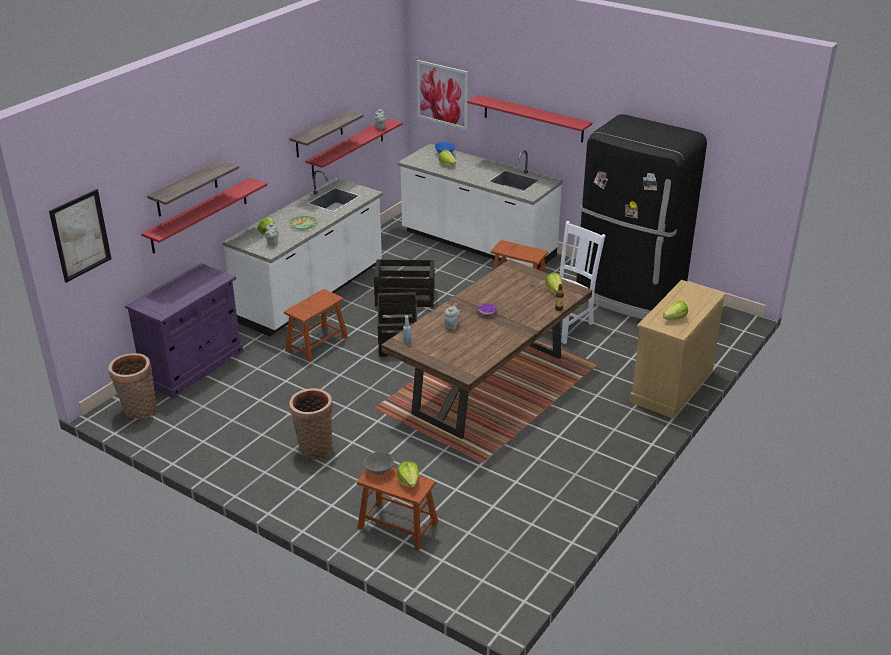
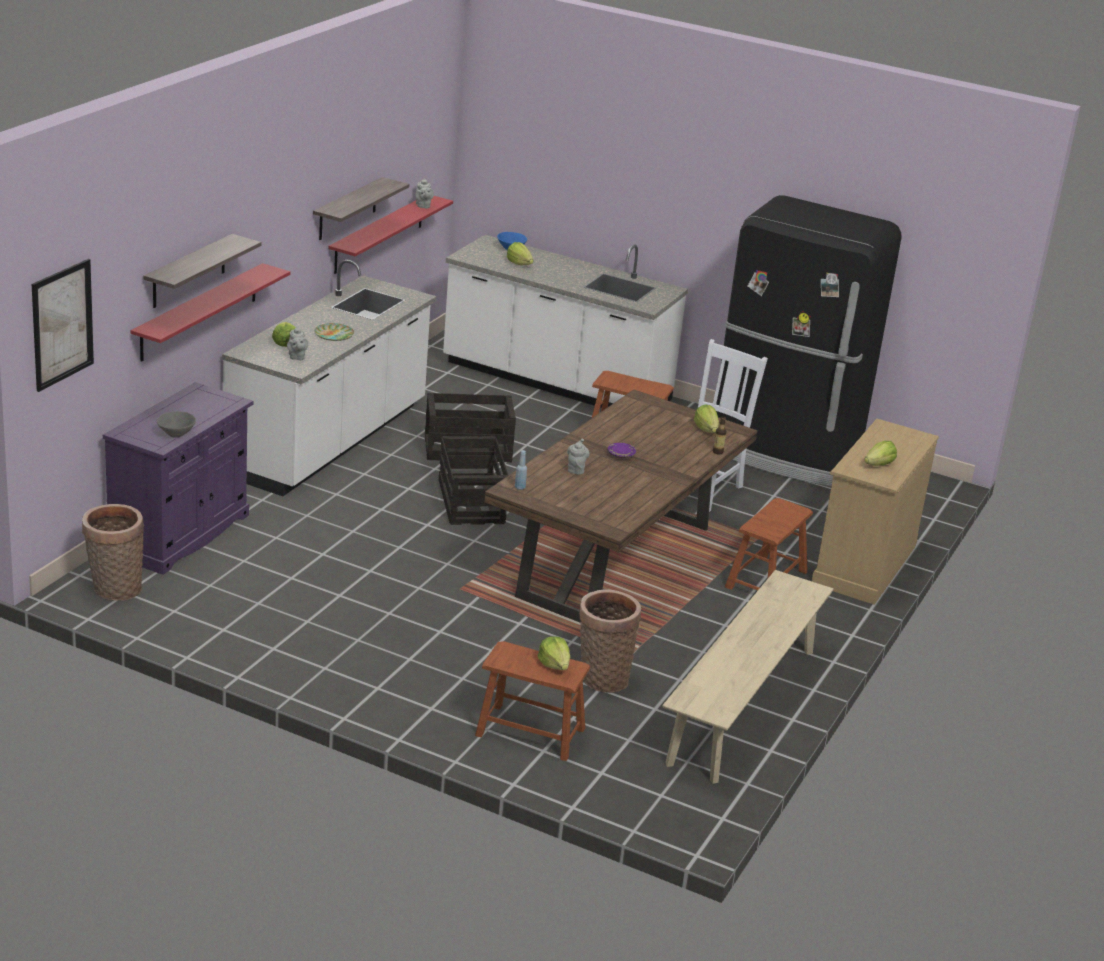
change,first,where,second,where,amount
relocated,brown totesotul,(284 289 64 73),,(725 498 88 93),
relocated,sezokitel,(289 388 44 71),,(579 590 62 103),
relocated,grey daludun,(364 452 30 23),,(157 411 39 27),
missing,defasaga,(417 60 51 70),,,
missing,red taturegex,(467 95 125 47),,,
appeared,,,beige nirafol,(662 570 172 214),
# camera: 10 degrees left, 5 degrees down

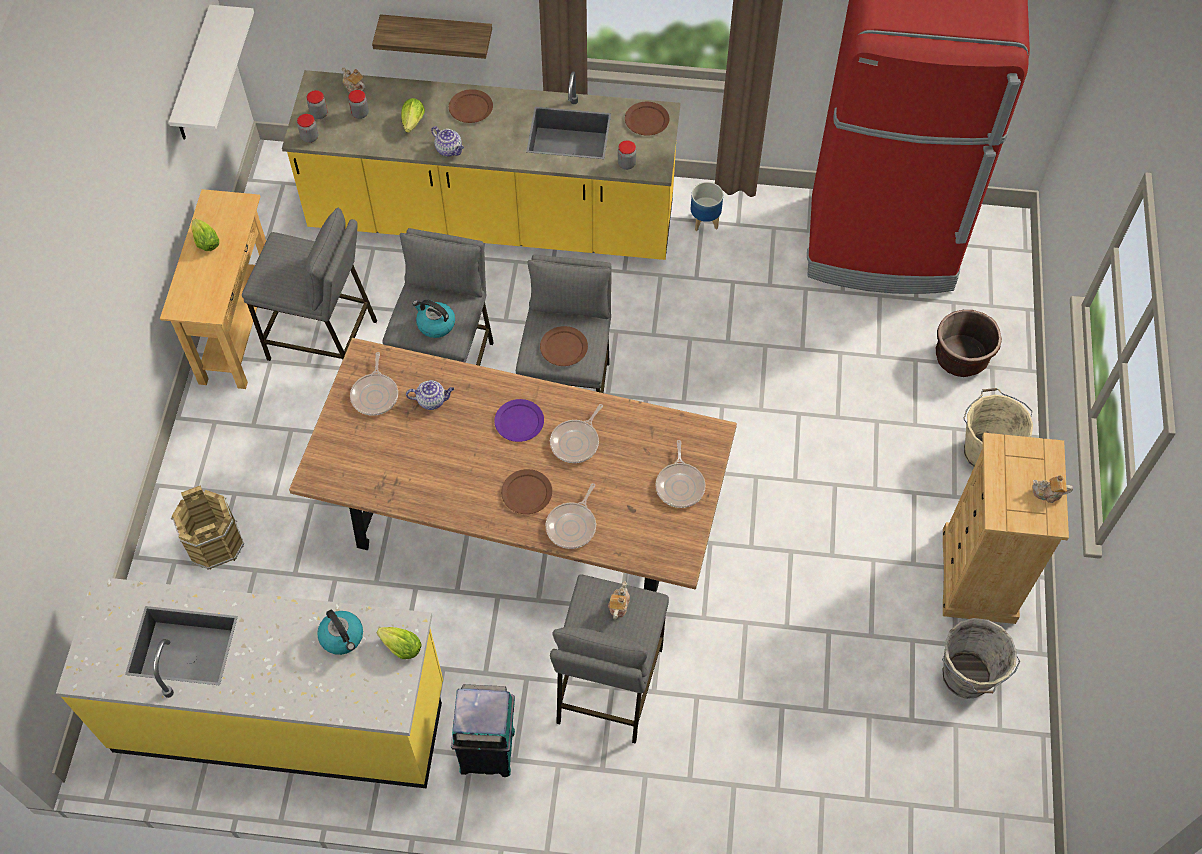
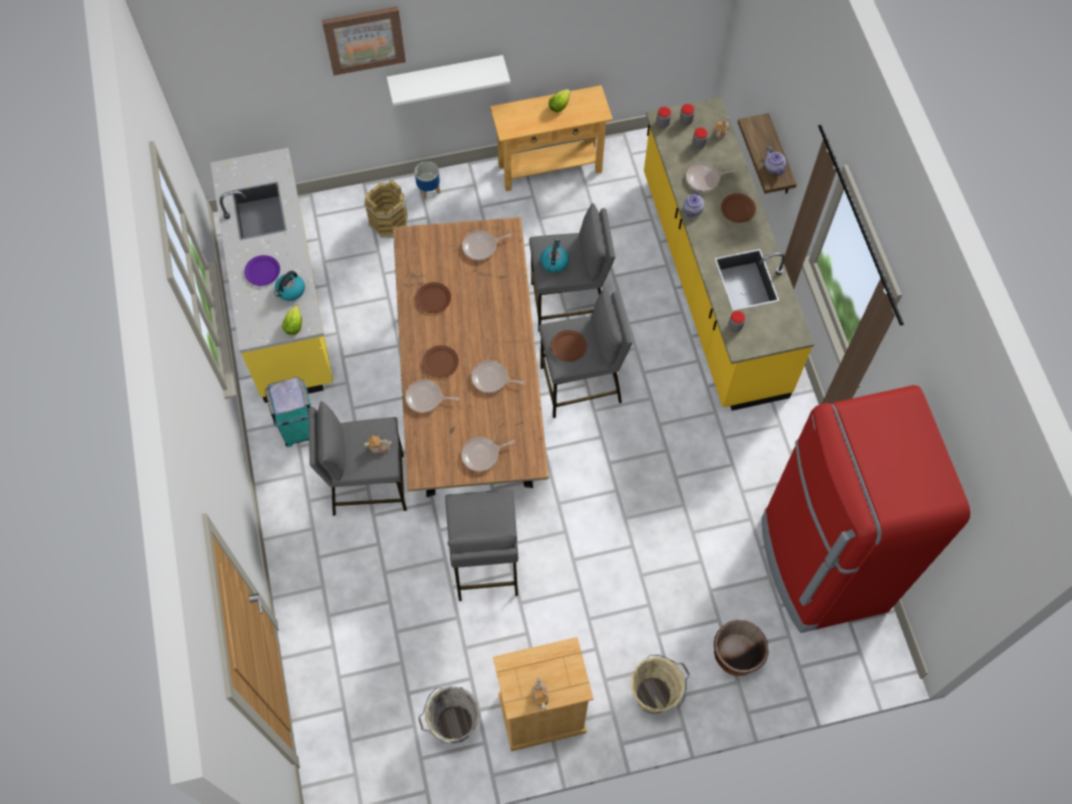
change,first,where,second,where,amount
relocated,white taturegex,(169 5 85 135),,(387 55 124 51),
relocated,grey totesotul,(242 208 135 153),,(445 489 73 112),
exchanged,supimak,(401 98 24 35),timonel,(686 163 50 29),
relocated,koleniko,(406 380 48 30),,(764 147 22 28),
relocated,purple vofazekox,(494 399 50 43),,(244 255 36 31),
relocated,brown vofazekox,(625 102 44 34),,(416 282 35 31),
relocated,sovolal,(691 182 32 49),,(415 161 25 39),
appeared,,,defasaga,(322 6 84 69),
# camera: 70 degrees right, 5 degrees up

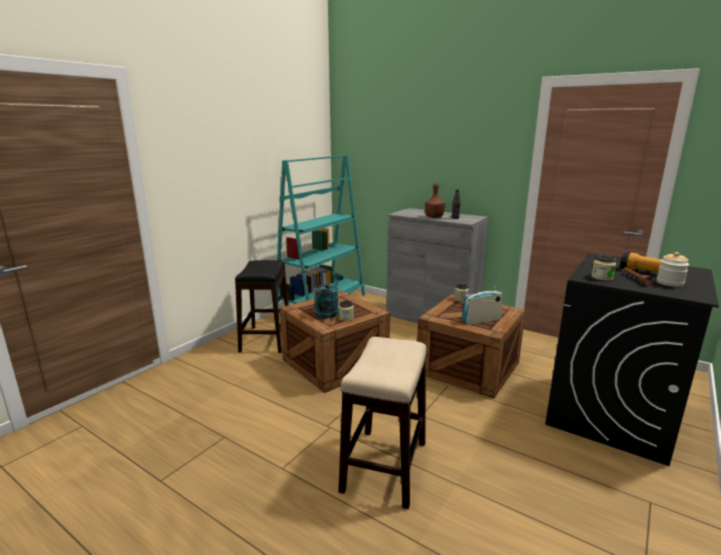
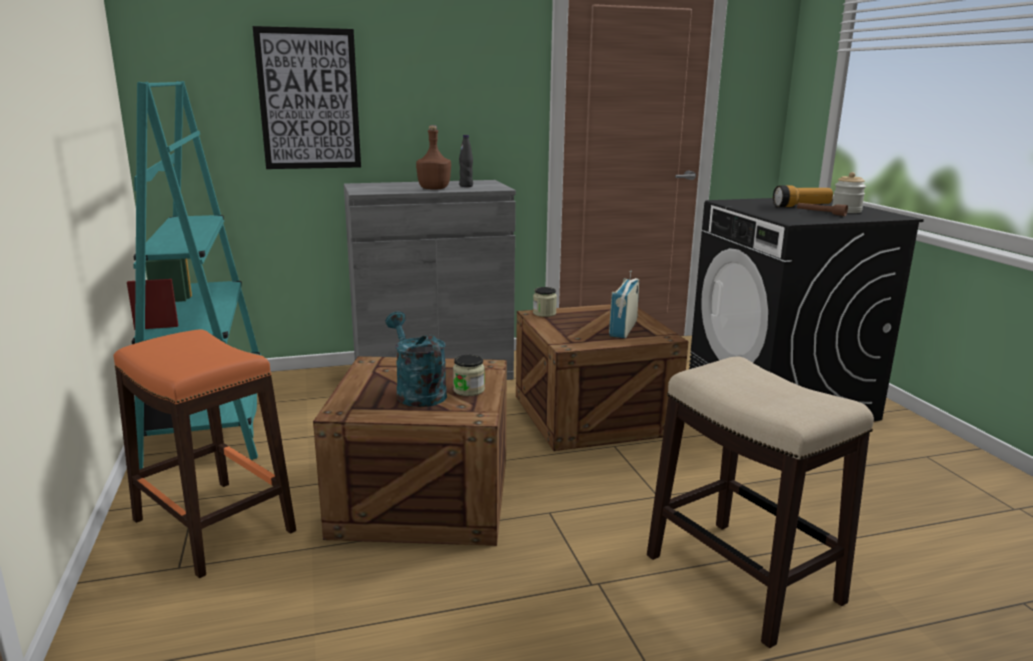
change,first,where,second,where,amount
colour,black totesotul,(235 260 54 93),orange totesotul,(114 329 182 249),
missing,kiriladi,(591 255 25 26),,,
appeared,,,defasaga,(253 26 108 143),
# camera: 50 degrees left, 0 degrees up

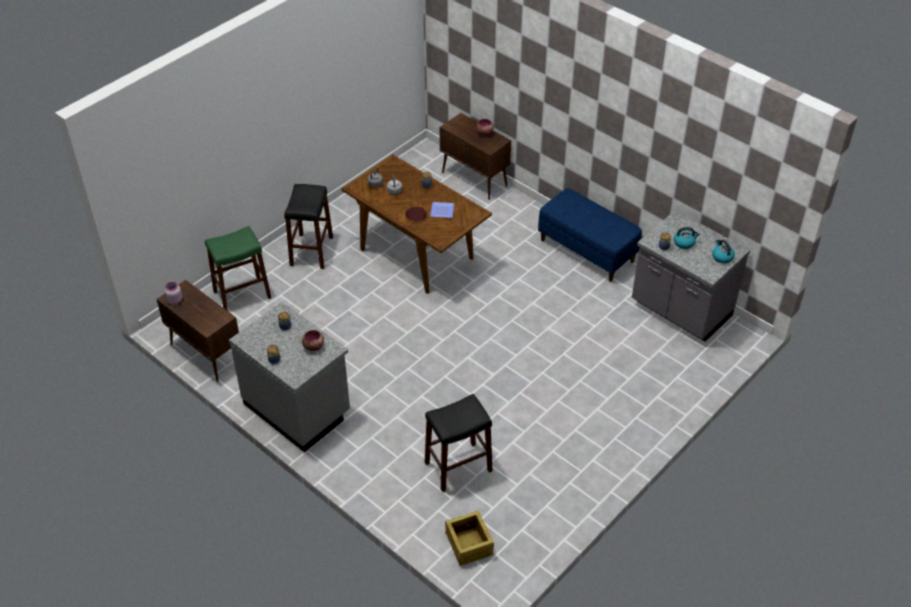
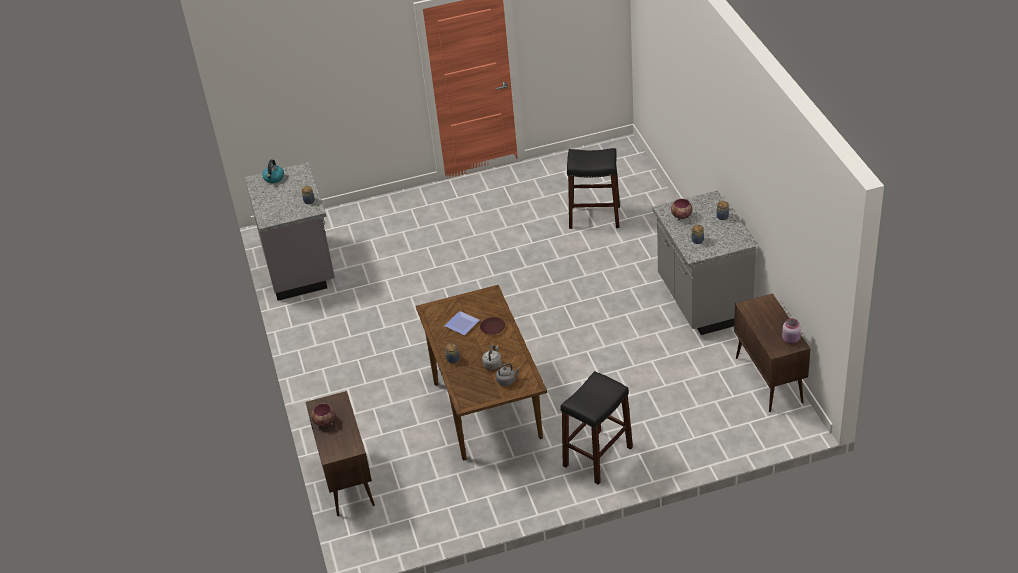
change,first,where,second,where,amount
missing,green totesotul,(205 226 66 85),,,
missing,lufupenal,(445 511 49 55),,,
missing,blue nirafol,(538 188 104 94),,,
missing,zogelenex,(674 227 26 22),,,
# camera: 145 degrees left, 5 degrees down

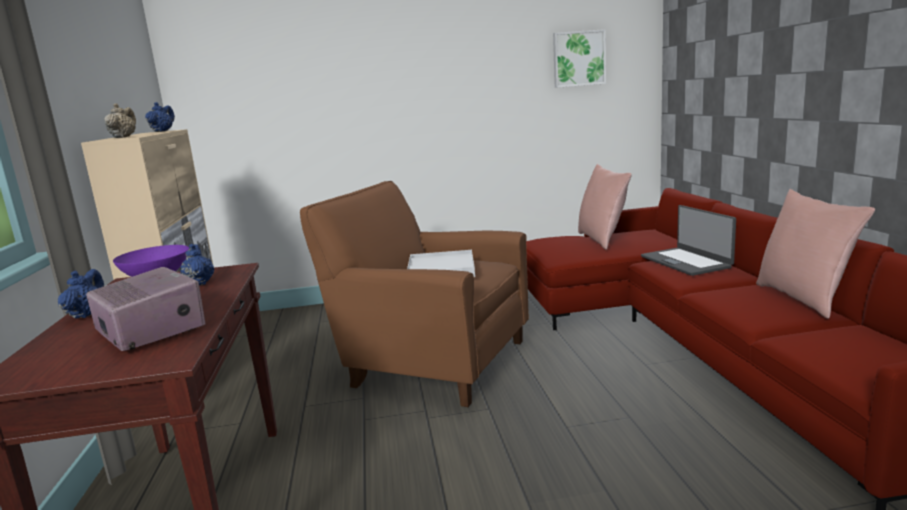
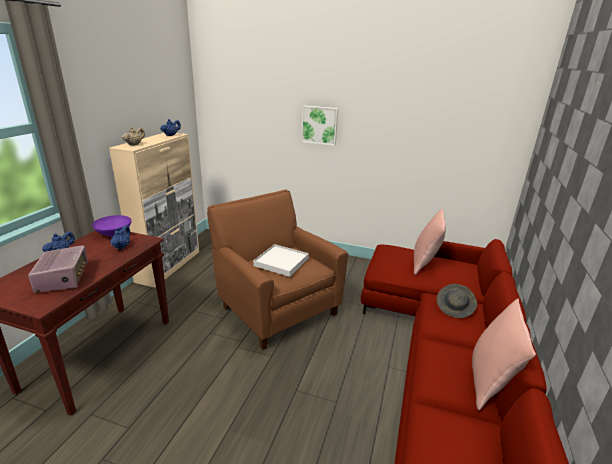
change,first,where,second,where,amount
relocated,defasaga,(553 29 53 59),,(301 106 37 40),
exchanged,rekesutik,(641 205 95 71),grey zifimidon,(437 284 40 34),
# camera: 25 degrees right, 10 degrees up

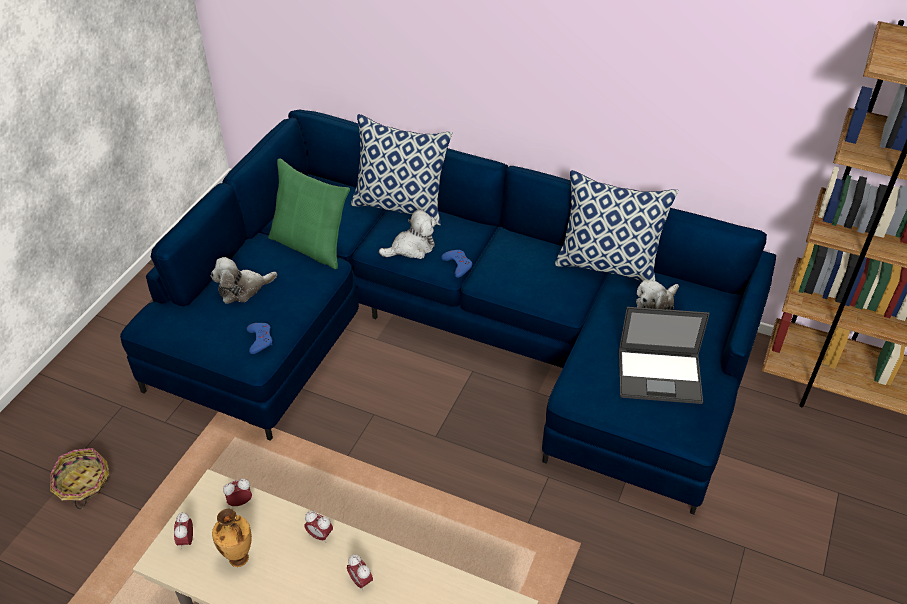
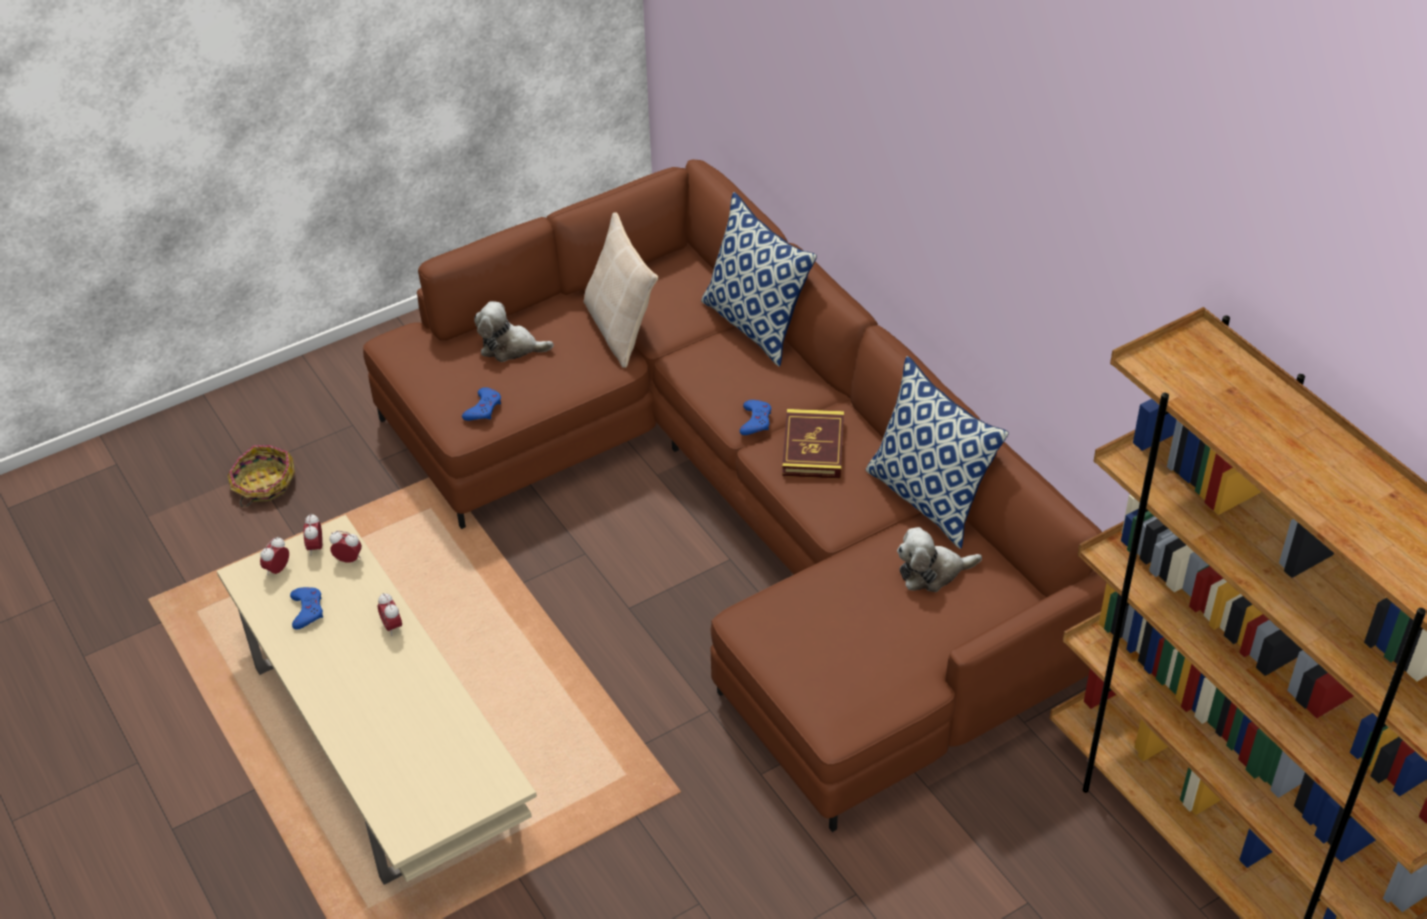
change,first,where,second,where,amount
colour,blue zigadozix,(120 110 656 405),brown zigadozix,(363 159 744 673),
exchanged,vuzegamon,(212 509 40 58),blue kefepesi,(290 587 33 42),
colour,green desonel,(268 158 82 111),beige desonel,(583 212 75 156),
relocated,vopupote,(347 554 26 37),,(303 514 20 42),
missing,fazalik,(379 209 58 50),,,
missing,rekesutik,(619 307 91 97),,,
appeared,,,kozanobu,(782 409 62 70),
# camera: 35 degrees right, 0 degrees up

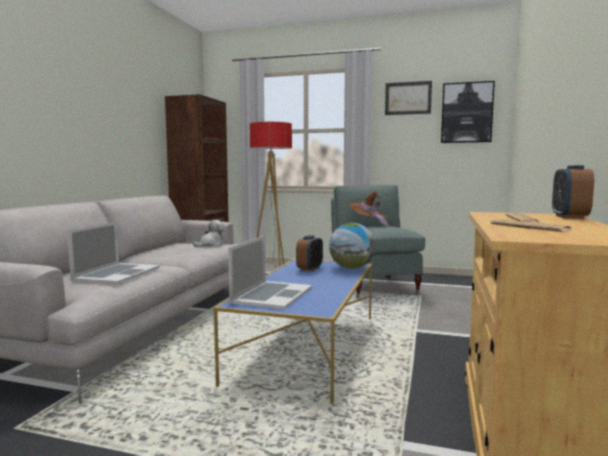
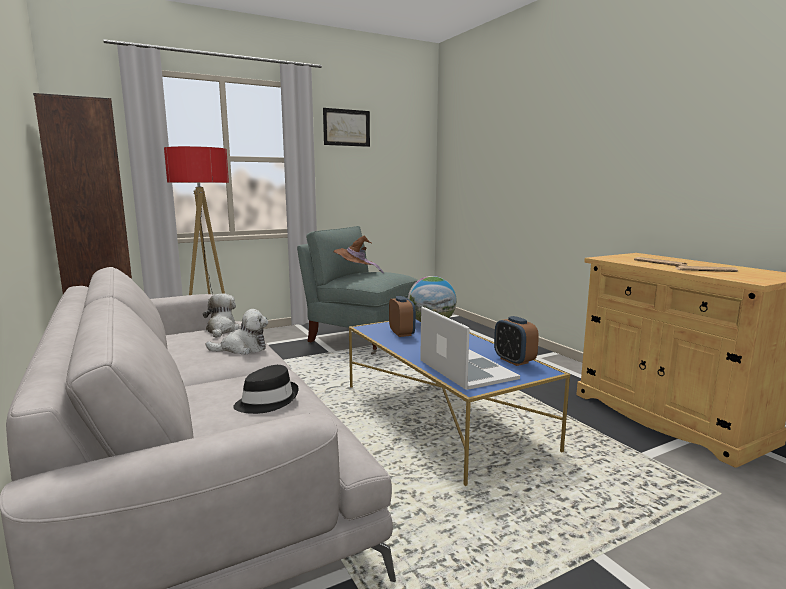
change,first,where,second,where,amount
exchanged,rekesutik,(67 222 93 62),black zifimidon,(233 365 66 49),
missing,defasaga,(441 81 54 62),,,
relocated,vopupote,(552 165 42 54),,(494 316 45 50),
appeared,,,fazalik,(206 309 62 46),
# camera: 45 degrees left, 5 degrees up

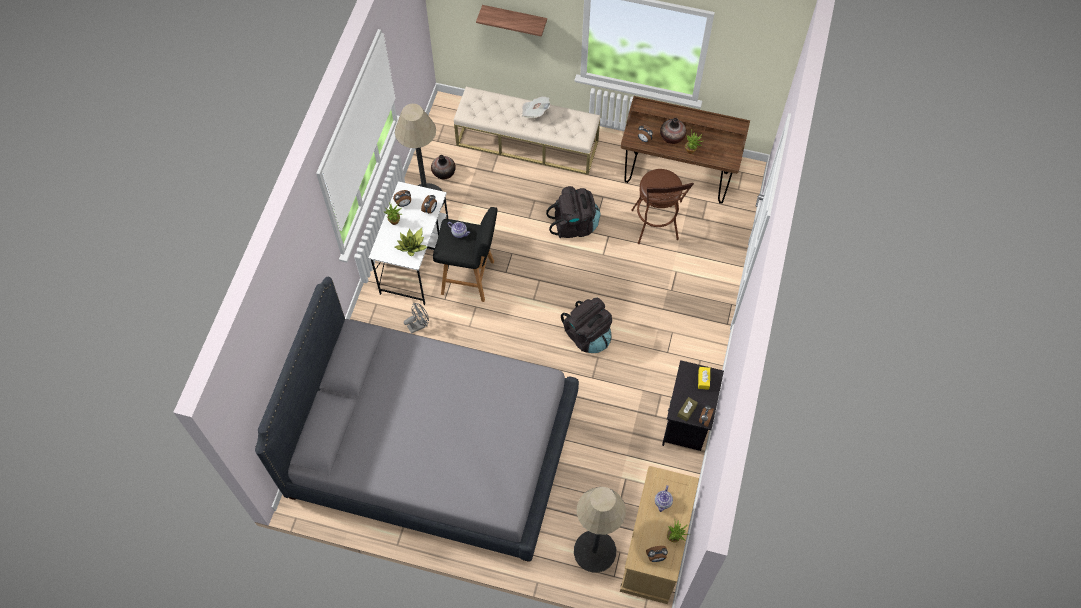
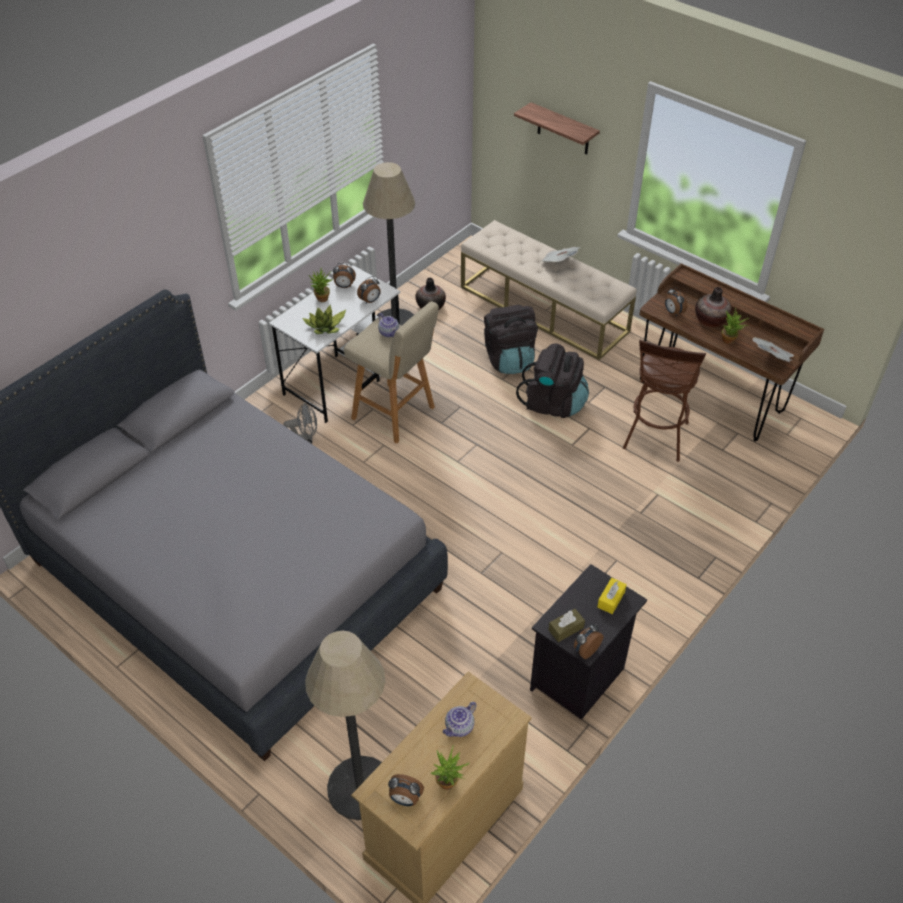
change,first,where,second,where,amount
colour,black totesotul,(433 207 65 95),beige totesotul,(344 301 95 143),
relocated,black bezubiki,(561 298 51 55),,(484 305 54 69),
appeared,,,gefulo,(752 337 42 25),
# camera: 25 degrees right, 15 degrees down

